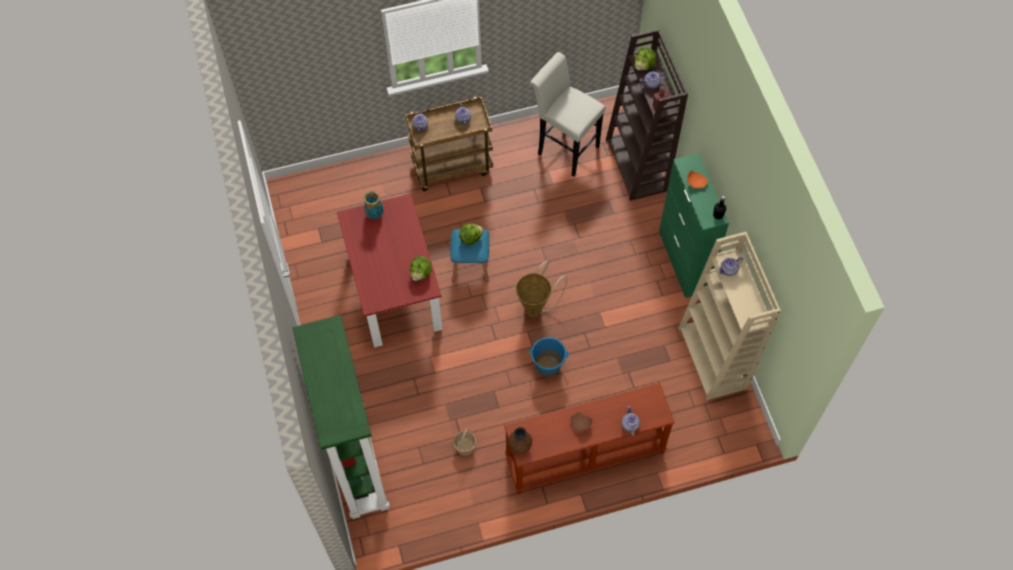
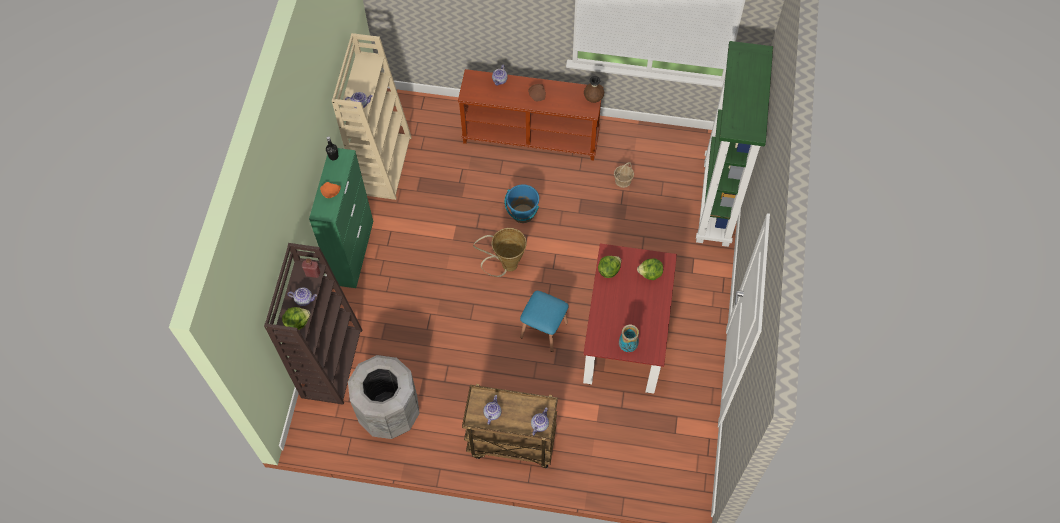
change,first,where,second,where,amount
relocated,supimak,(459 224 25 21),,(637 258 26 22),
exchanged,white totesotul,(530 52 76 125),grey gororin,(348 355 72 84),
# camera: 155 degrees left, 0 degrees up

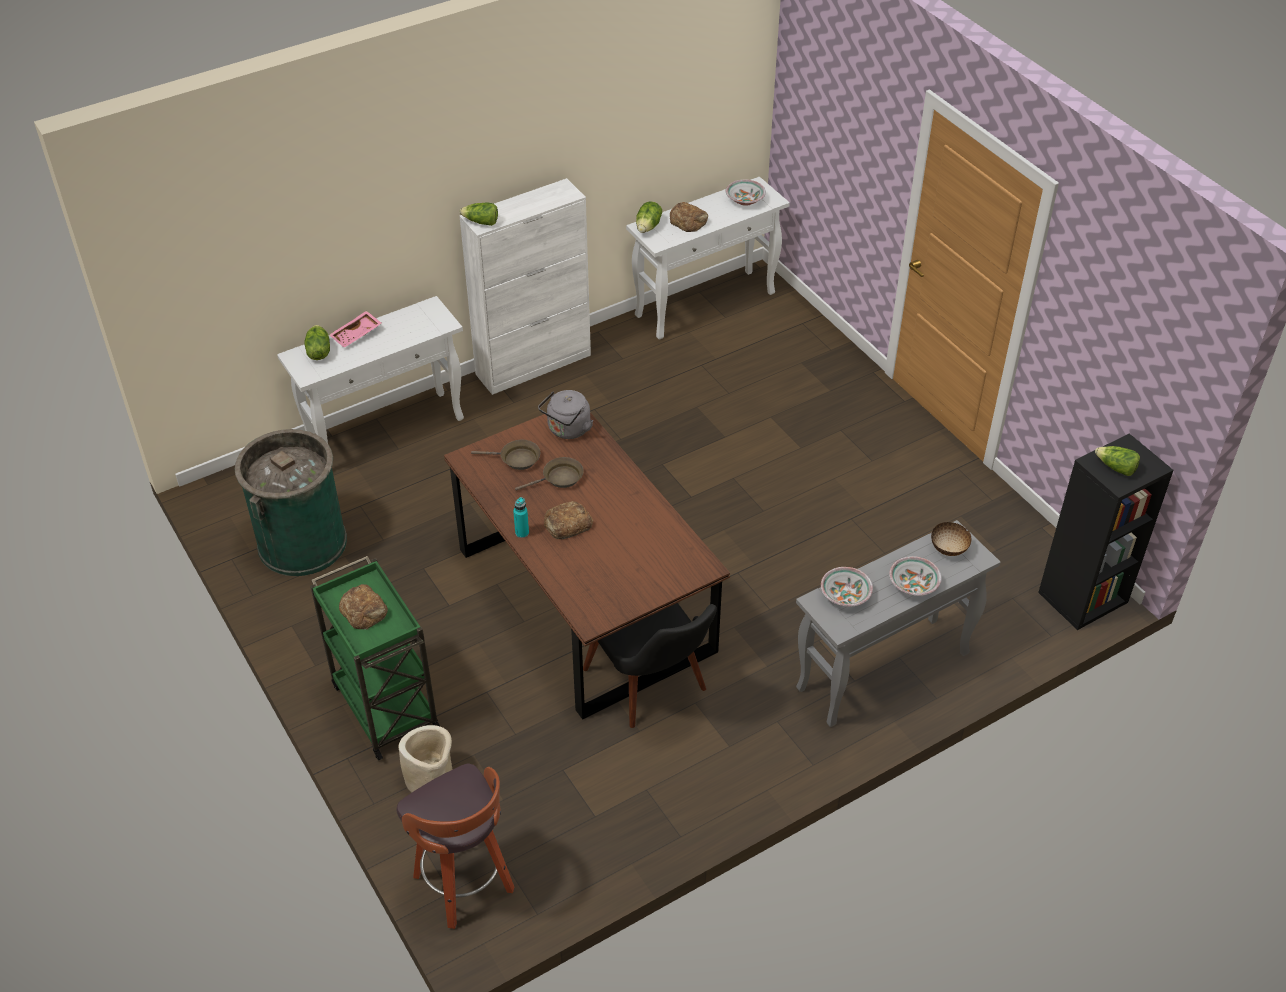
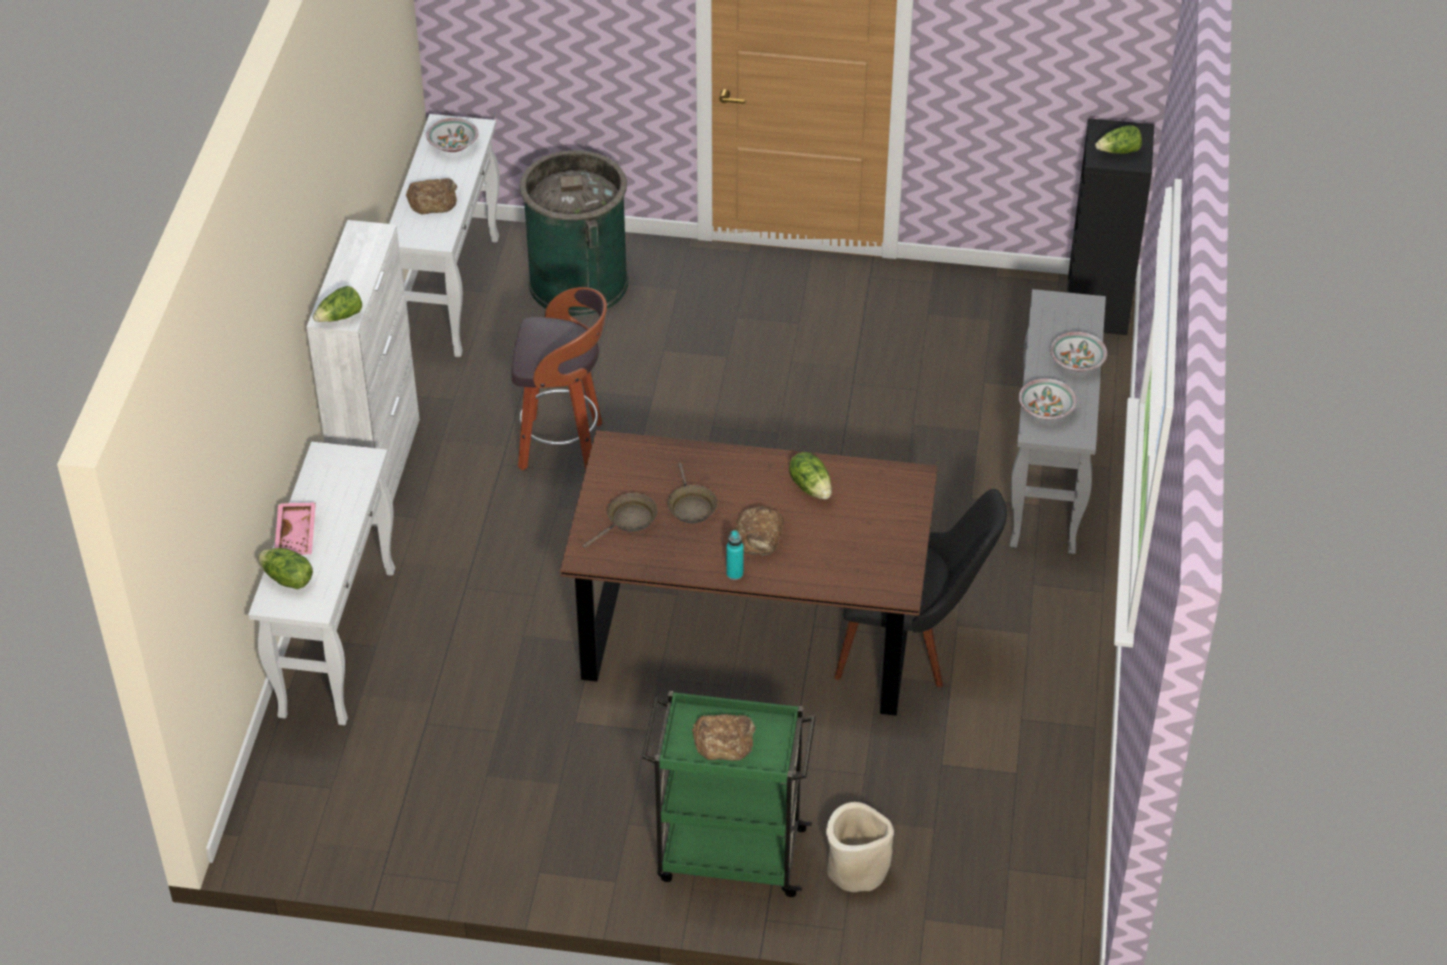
change,first,where,second,where,amount
relocated,green gororin,(235 429 112 147),,(519 150 109 166),
relocated,totesotul,(397 763 117 166),,(511 287 96 184),
spun,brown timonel,(515 457 69 34),,(668 463 50 60),150 degrees clockwise
missing,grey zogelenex,(538 390 55 49),,,
relocated,supimak,(636 201 26 32),,(789 452 43 47),
missing,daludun,(931 522 40 34),,,
# camera: 50 degrees left, 0 degrees up

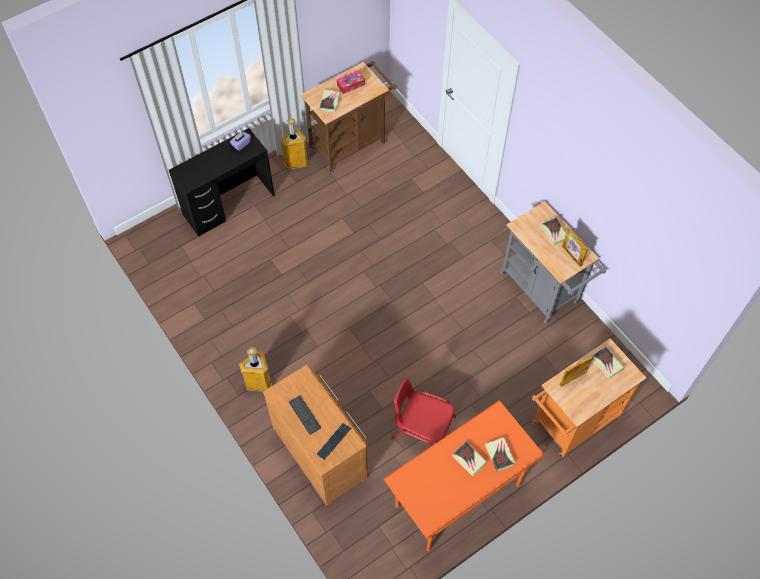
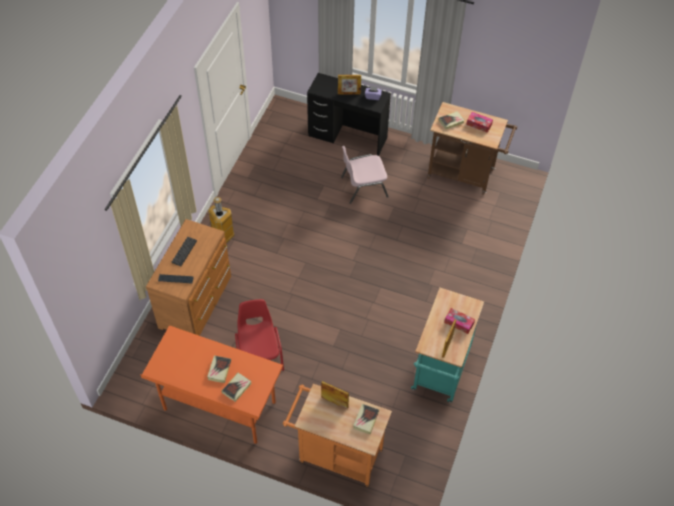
change,first,where,second,where,amount
missing,gororin,(280 118 29 52),,,
colour,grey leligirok,(500 201 106 123),turquoise leligirok,(411 288 73 115),
exchanged,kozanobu,(541 218 25 28),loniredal,(444 308 31 26),
appeared,,,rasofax,(338 75 23 20),
appeared,,,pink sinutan,(341 146 48 58),
# camera: 55 degrees right, 5 degrees down

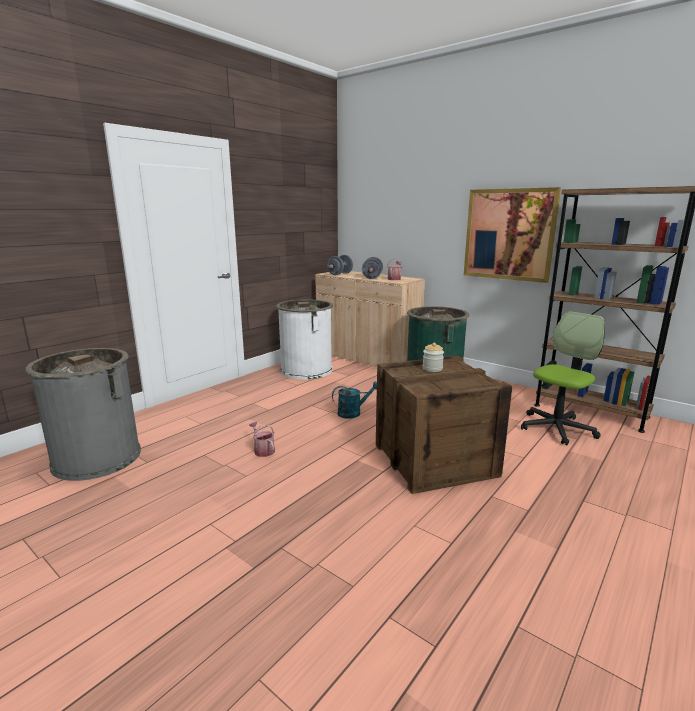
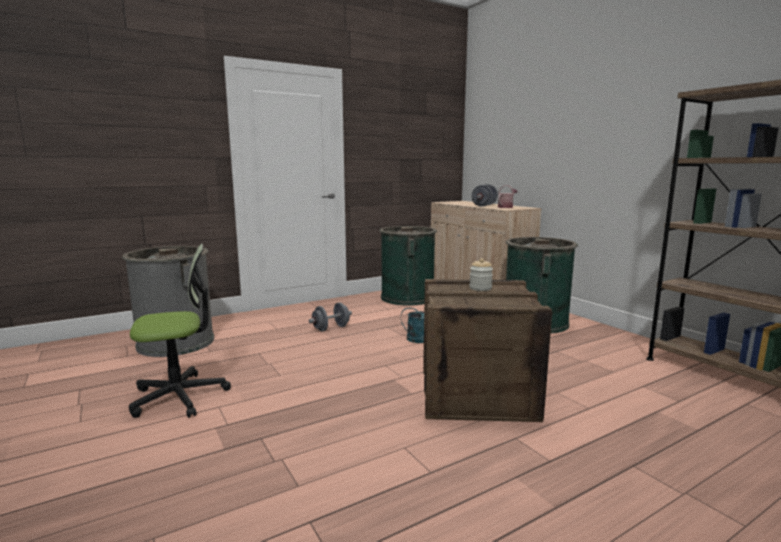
change,first,where,second,where,amount
missing,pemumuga,(249 422 26 35),,,
colour,white gororin,(276 299 57 80),green gororin,(379 226 58 80),
relocated,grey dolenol,(327 255 26 20),,(309 303 43 29),
missing,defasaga,(464 187 97 96),,,
relocated,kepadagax,(521 311 84 134),,(129 244 102 174),
# camera: 20 degrees right, 5 degrees down

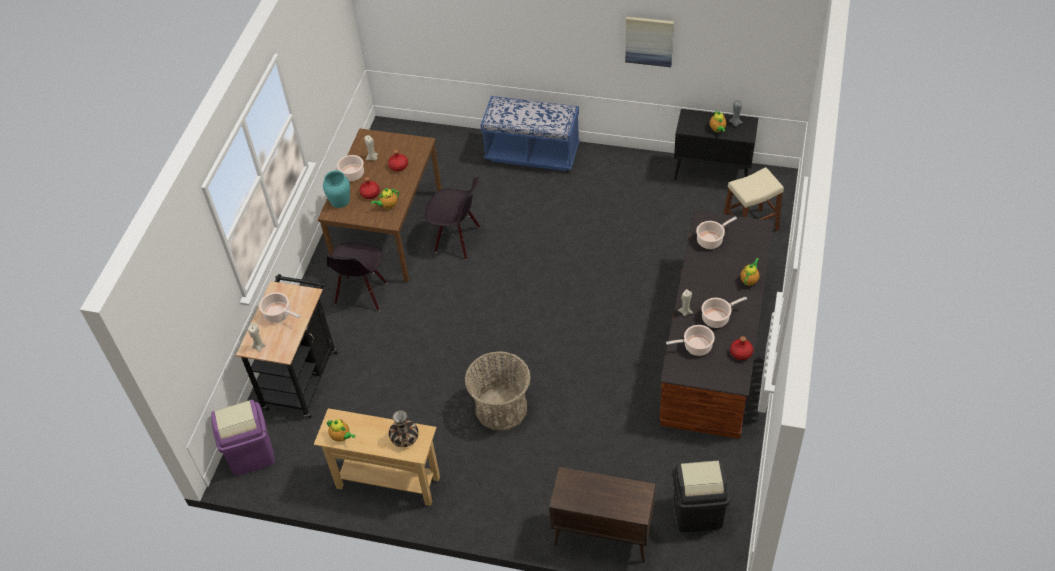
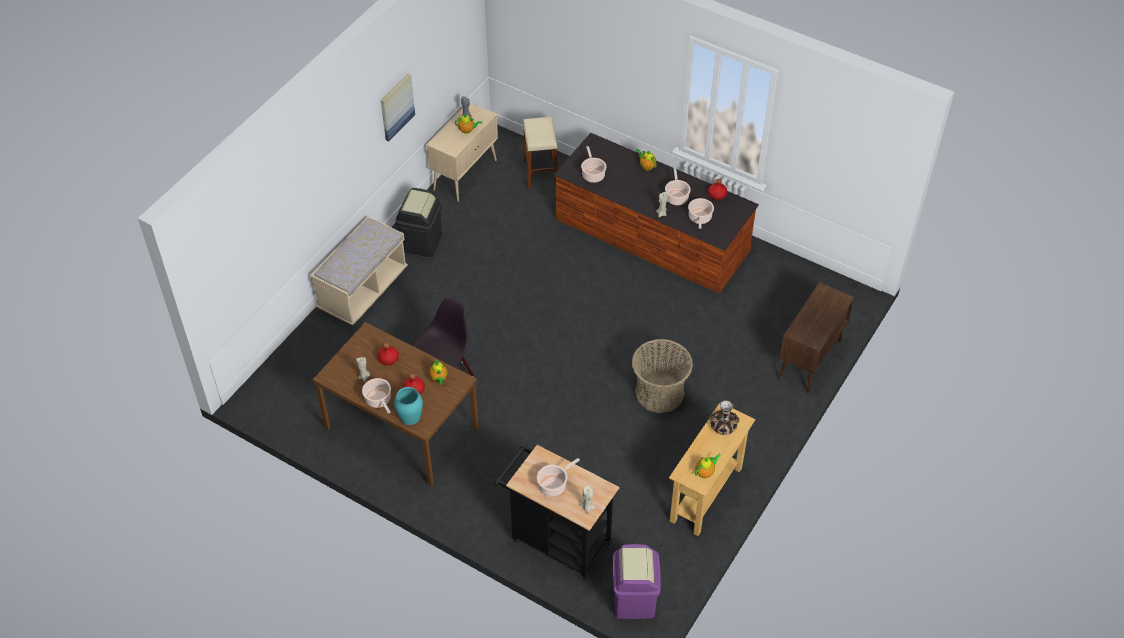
change,first,where,second,where,amount
missing,black sinutan,(327 242 60 69),,,
colour,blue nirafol,(481 96 99 75),beige nirafol,(310 217 98 109),
relocated,black gororin,(672 460 59 72),,(395 188 47 70),
colour,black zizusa,(674 109 84 71),beige zizusa,(427 103 71 99),
# camera: 75 degrees left, 0 degrees up

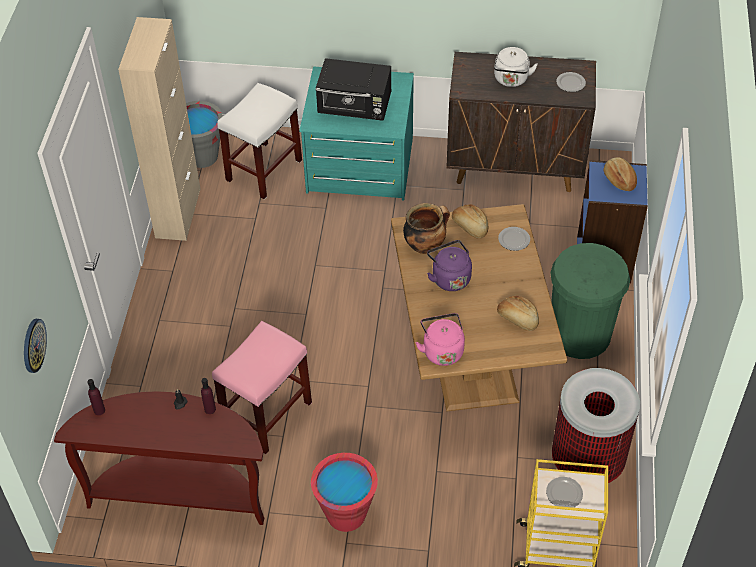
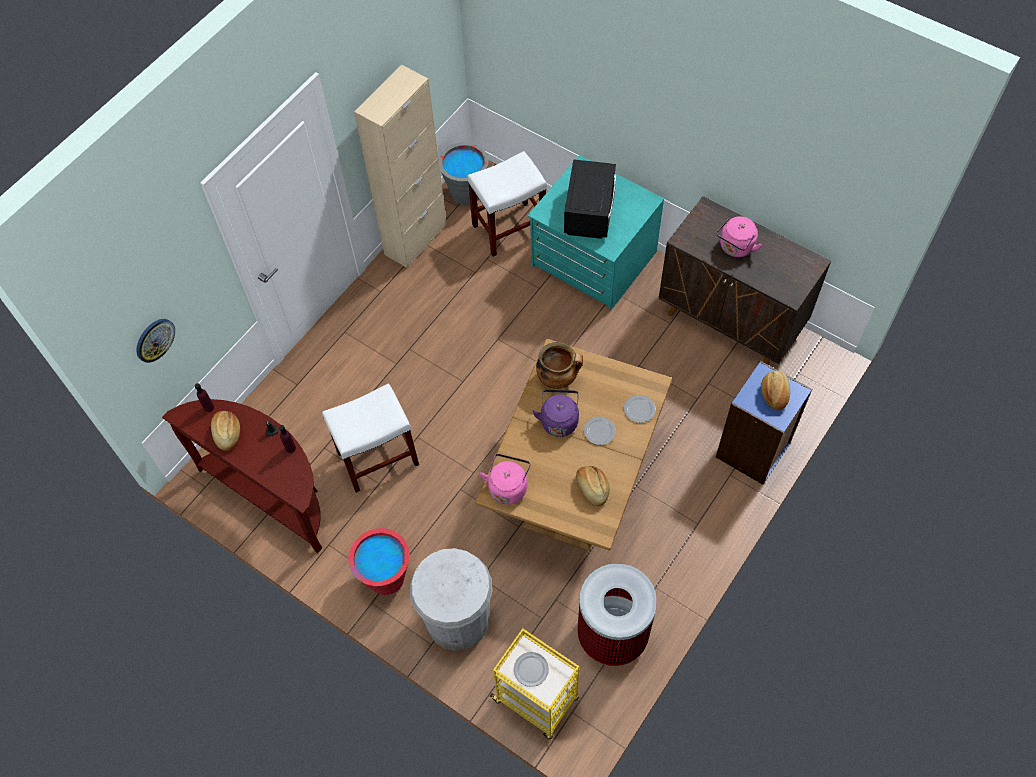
change,first,where,second,where,amount
colour,pink totesotul,(212 321 100 133),white totesotul,(322 383 97 110),
spun,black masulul,(316 58 75 63),,(564 159 52 80),120 degrees counterclockwise
relocated,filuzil,(452 204 36 34),,(211 411 29 39),
colour,white zogelenex,(494 47 44 40),pink zogelenex,(717 216 46 41),
missing,green gororin,(550 243 80 116),,,
relocated,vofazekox,(556 72 30 20),,(584 416 32 29),
appeared,,,white gororin,(410 548 82 103),
# camera: 30 degrees right, 10 degrees up

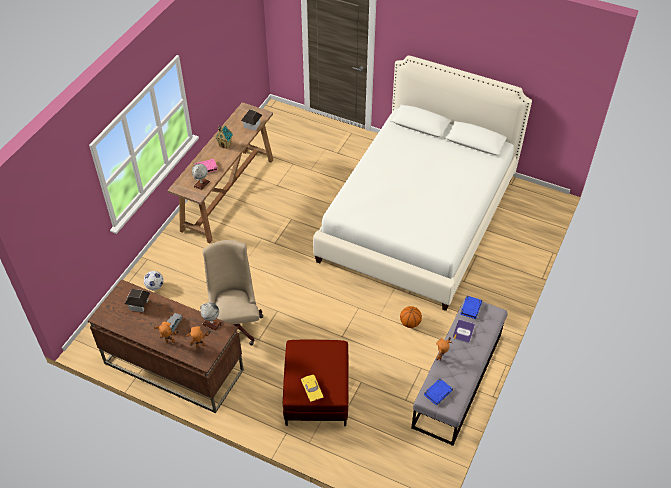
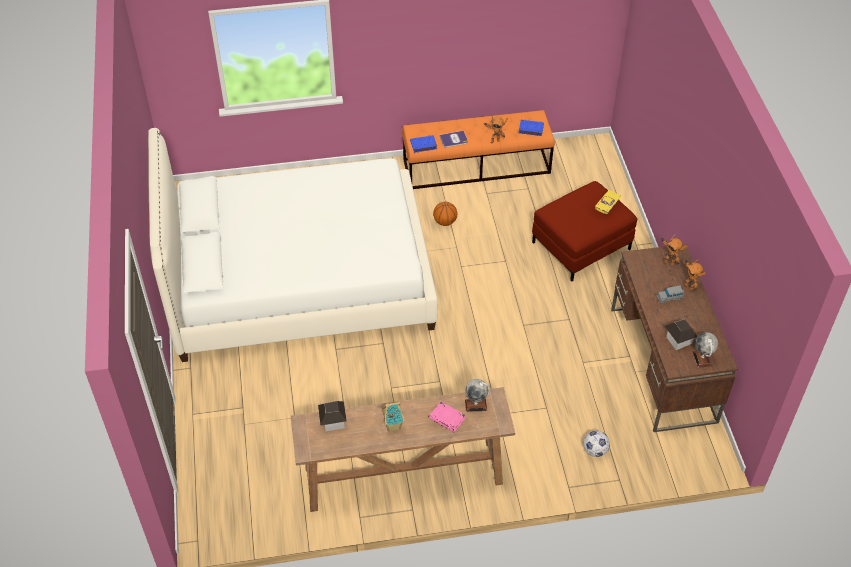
change,first,where,second,where,amount
relocated,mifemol,(200 302 22 29),,(692 332 26 36),
missing,beige kepadagax,(202 240 61 105),,,
colour,grey nirafol,(411 296 97 150),orange nirafol,(402 110 153 79),
# camera: 125 degrees left, 0 degrees up

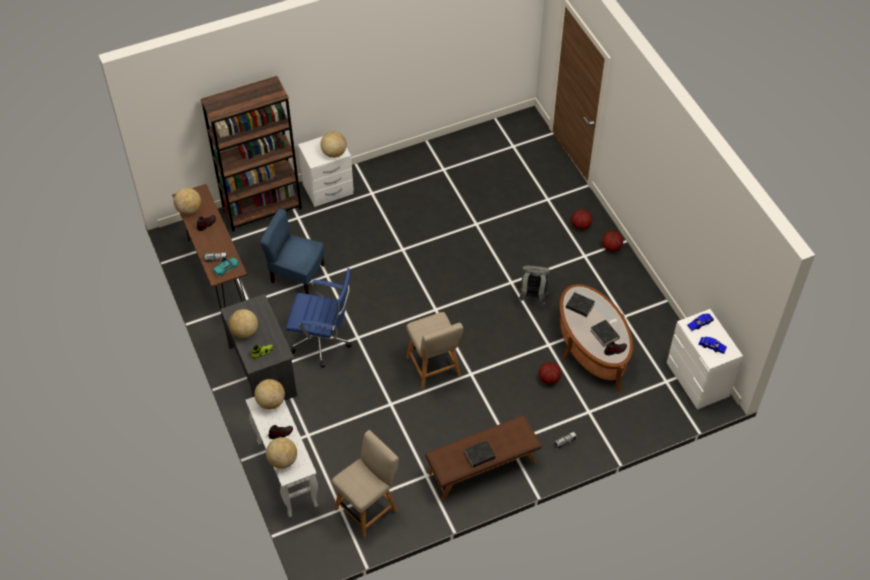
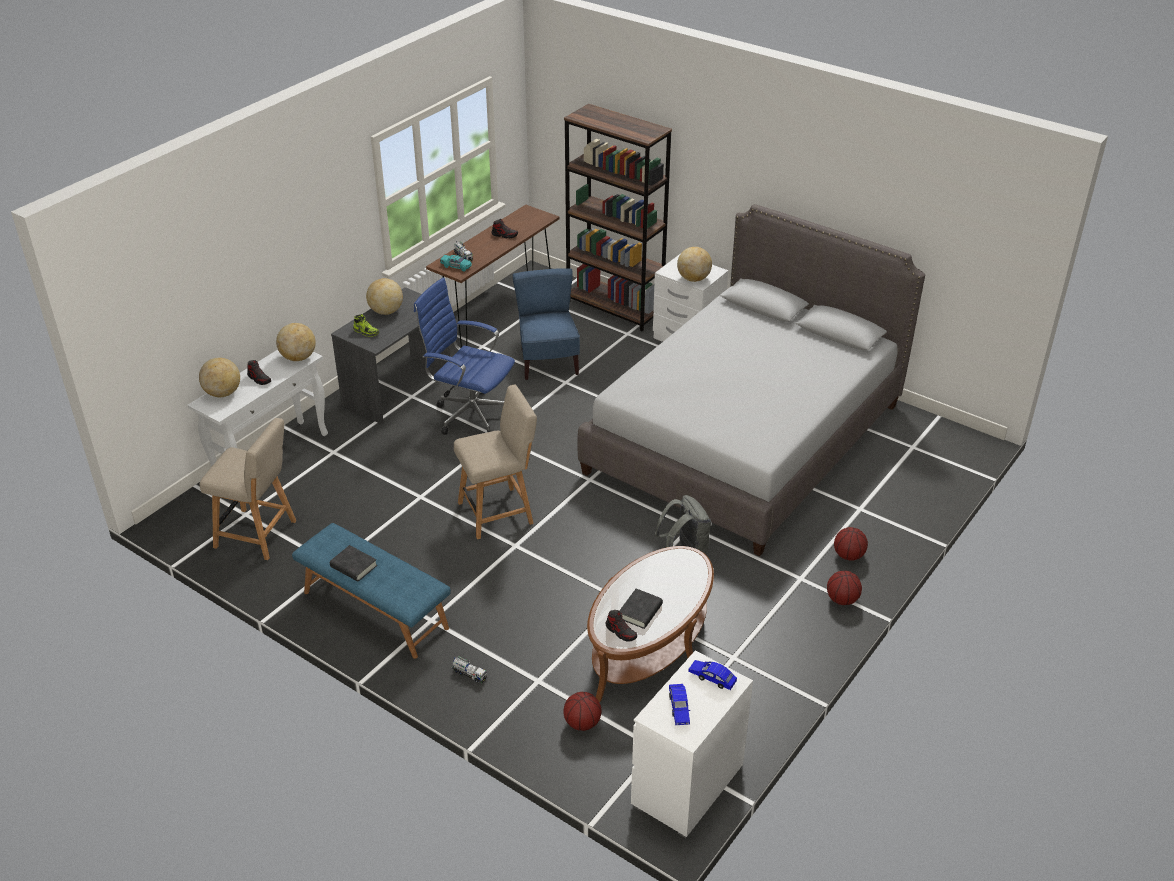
change,first,where,second,where,amount
missing,mifemol,(174 188 27 27),,,
spun,blue kepadagax,(286 268 65 100),,(414 278 101 157),135 degrees clockwise
spun,beige sinutan,(406 312 57 77),,(454 384 83 155),150 degrees counterclockwise
colour,brown nirafol,(425 415 117 86),blue nirafol,(292 523 159 136),
relocated,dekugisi,(539 362 22 23),,(563 692 38 39),
missing,black kozanobu,(566 292 29 25),,,
appeared,,,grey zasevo,(577 204 348 352),
# camera: 60 degrees right, 15 degrees down

